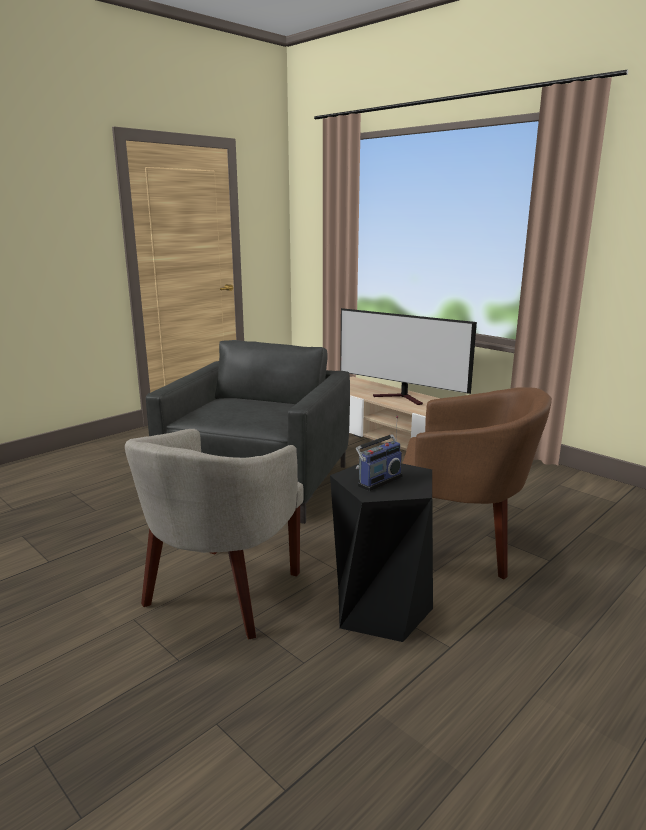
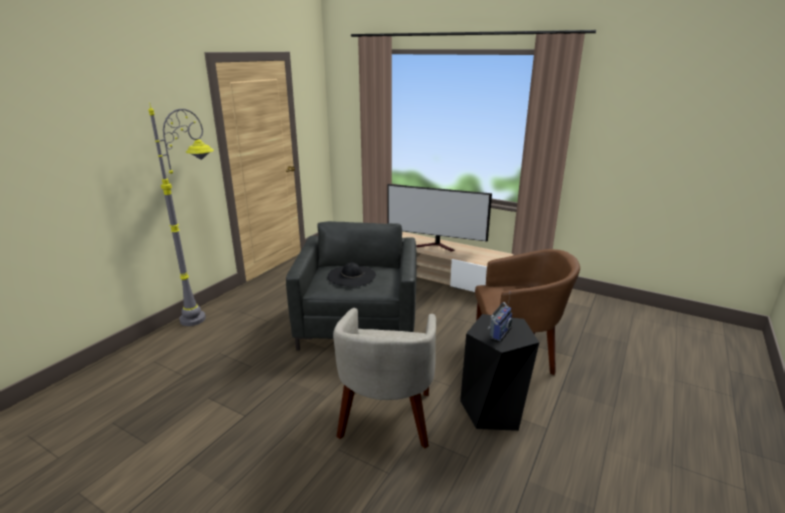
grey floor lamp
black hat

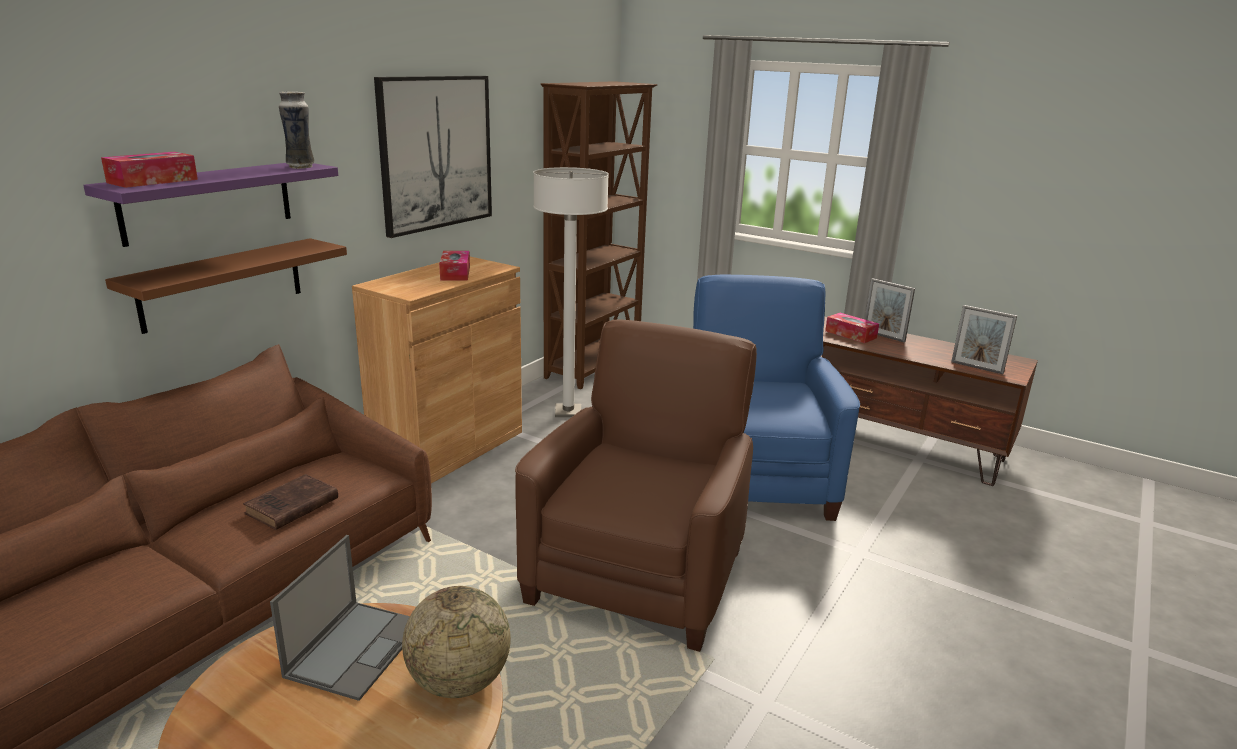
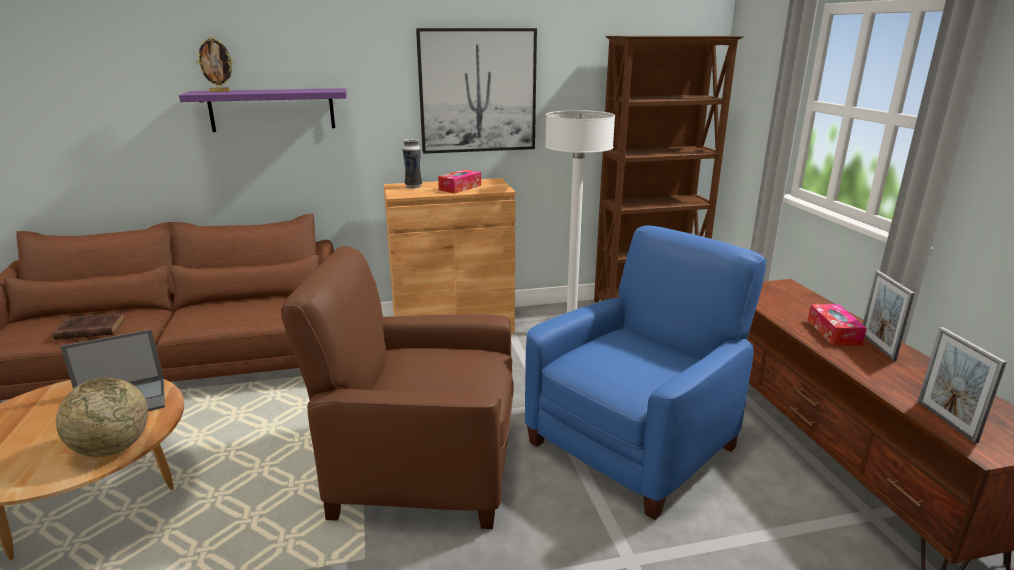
brown book
picture frame (no. 1 from left)
brown armchair
vase
brown shelf

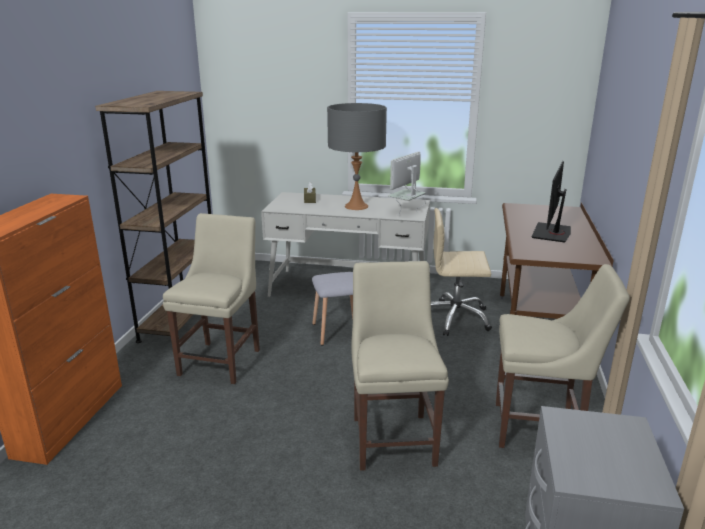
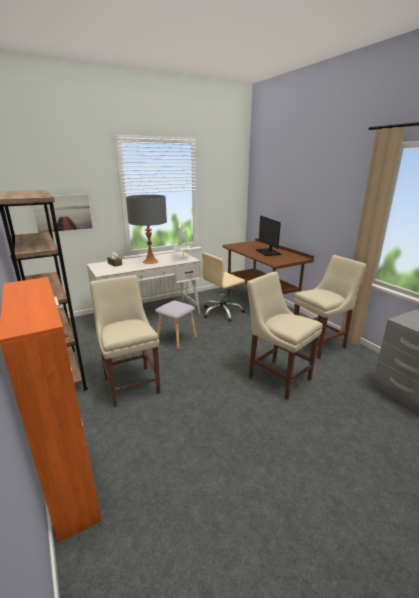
picture

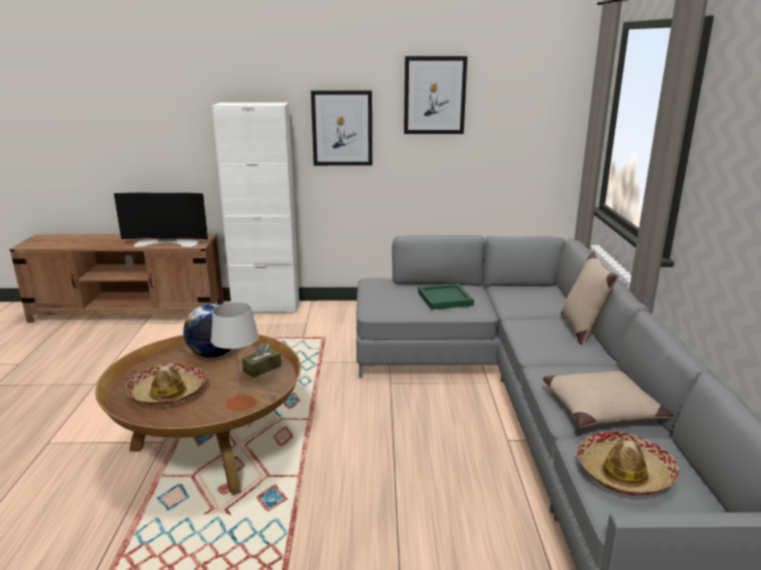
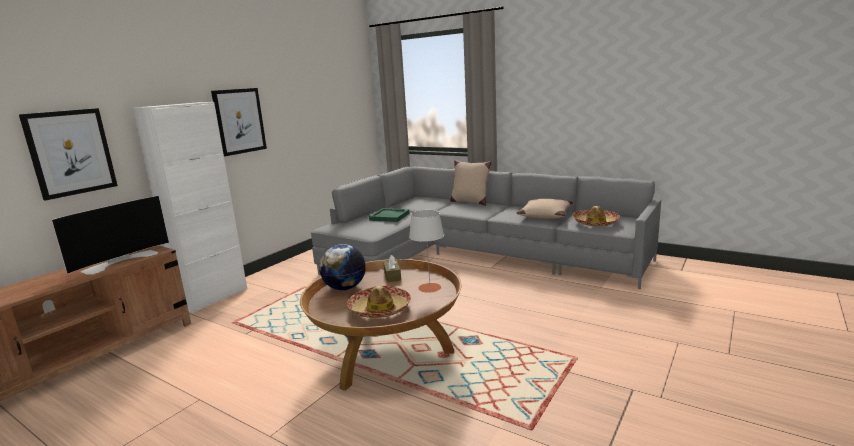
picture (no. 1 from left)

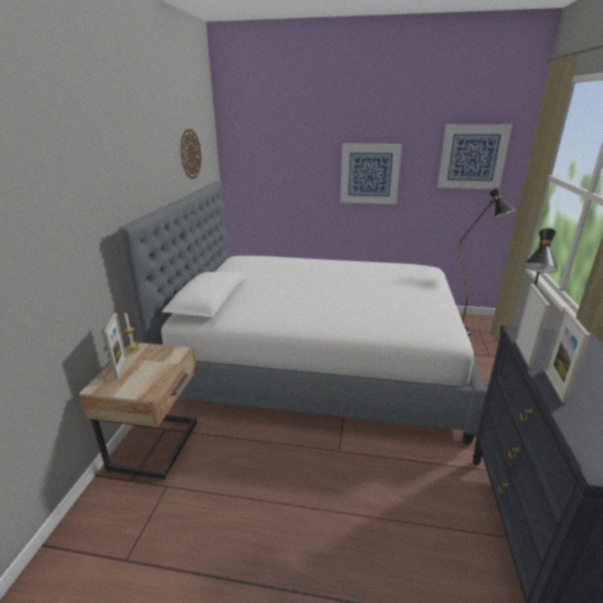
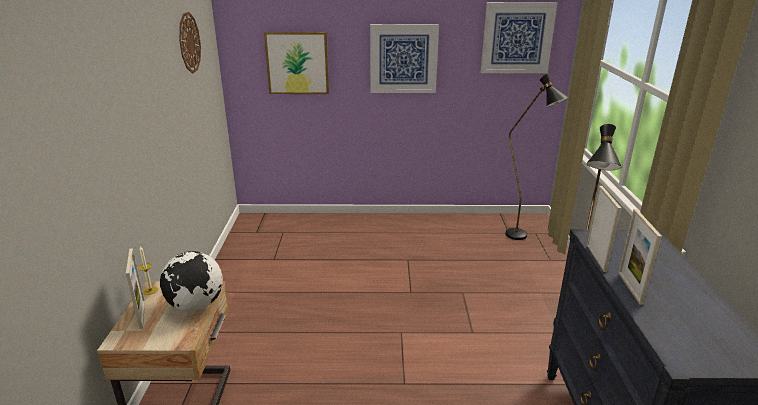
globe
picture (no. 1 from left)
bed

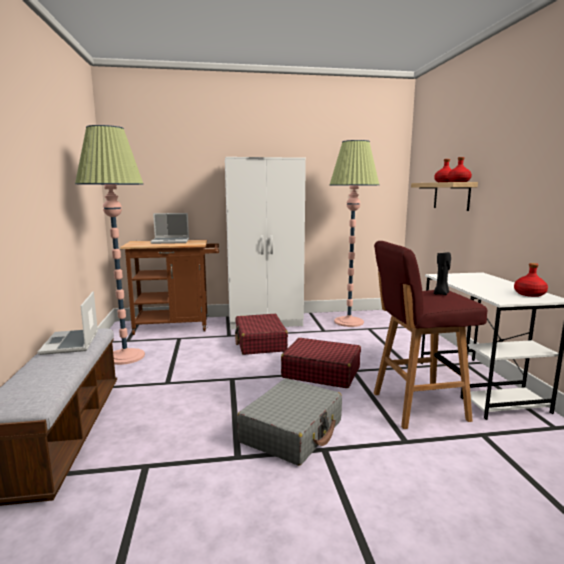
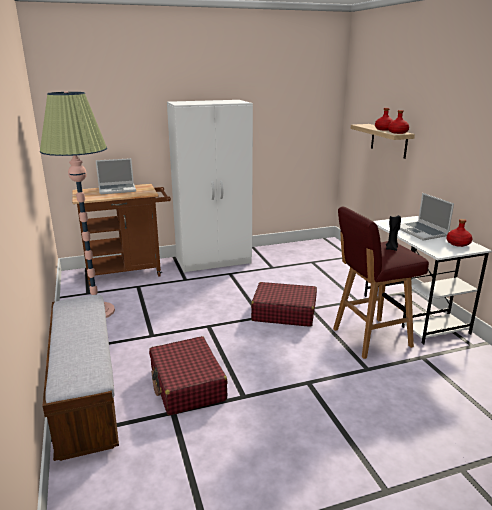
red suitcase (no. 1 from left)
laptop (no. 2 from left)
grey suitcase
floor lamp (no. 2 from left in the first image)

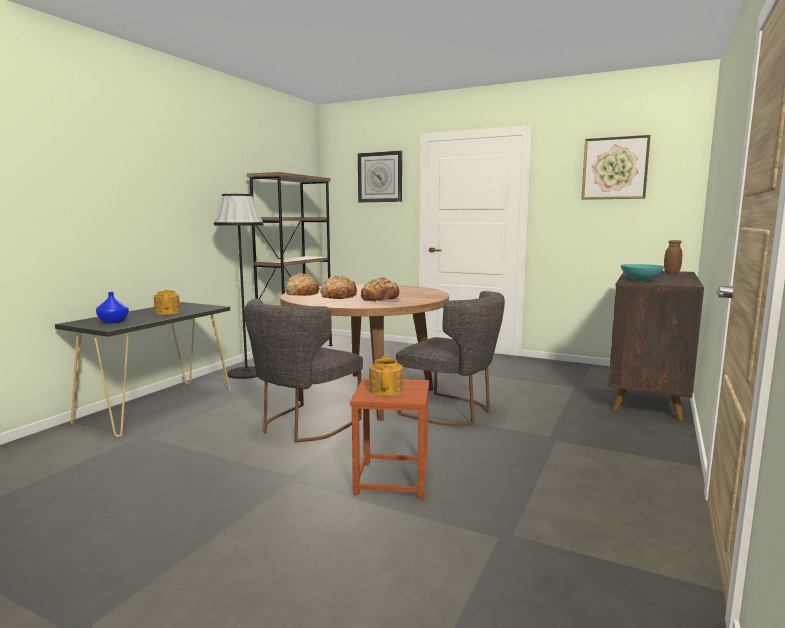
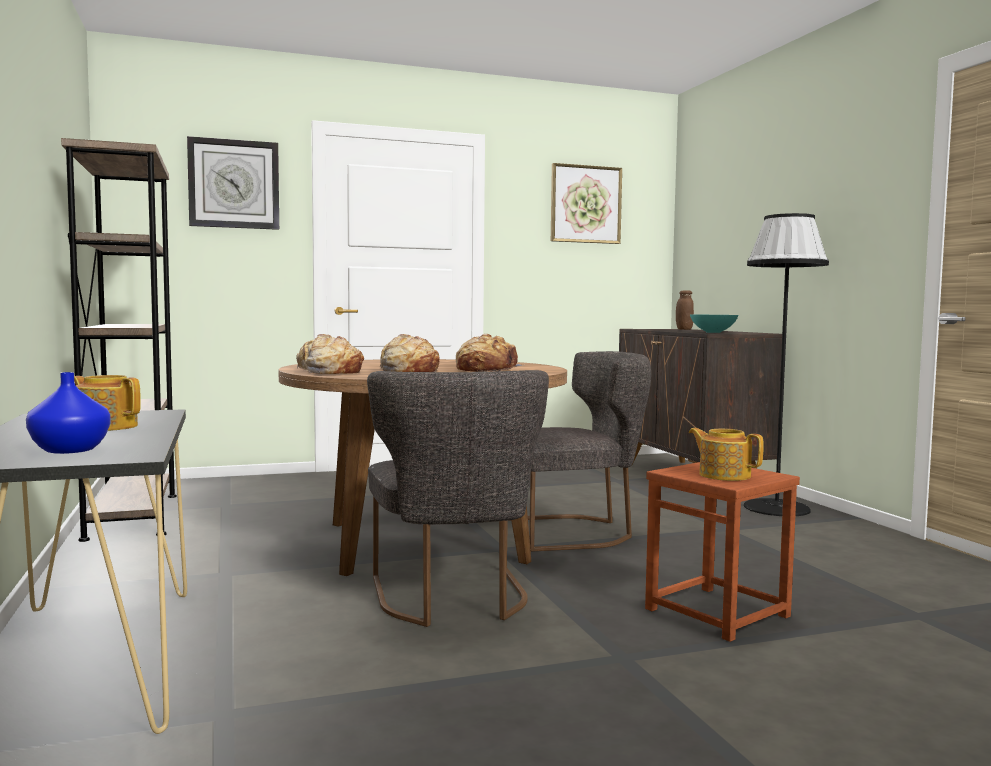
black floor lamp

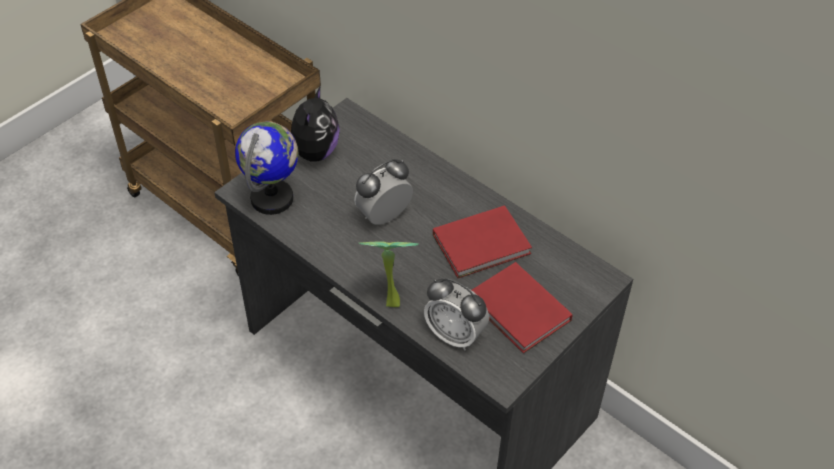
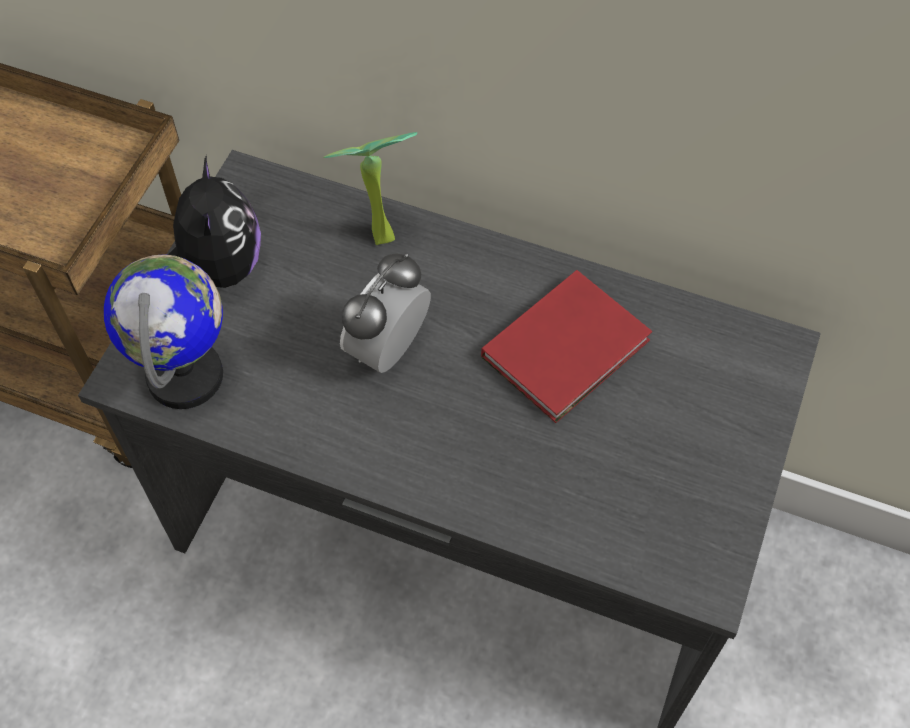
potted plant
alarm clock (no. 2 from left in the first image)
red book (no. 2 from left in the first image)

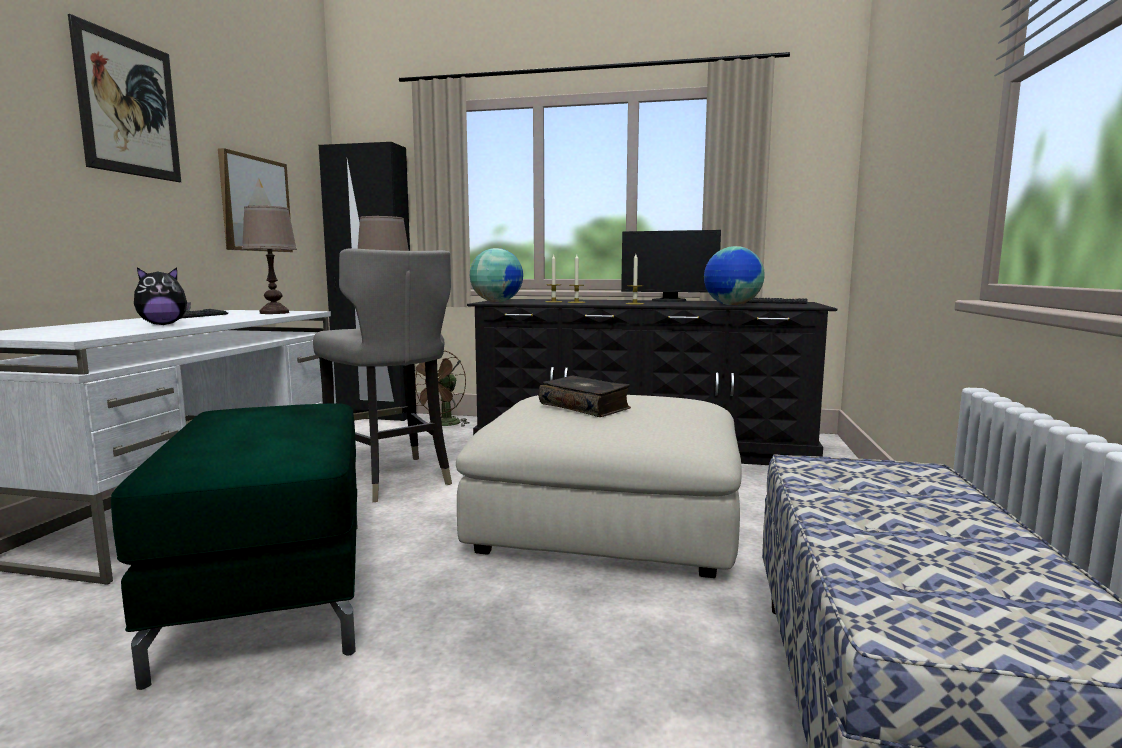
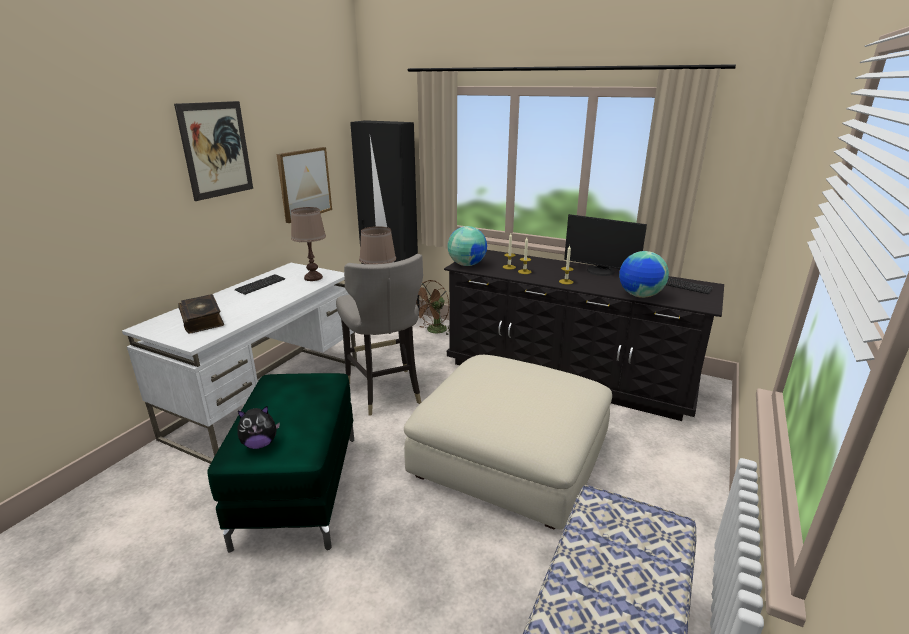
book
plush toy

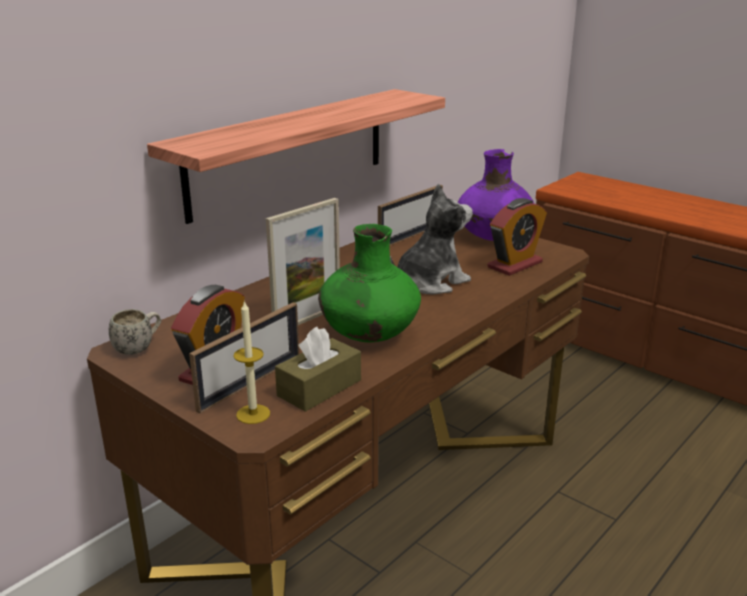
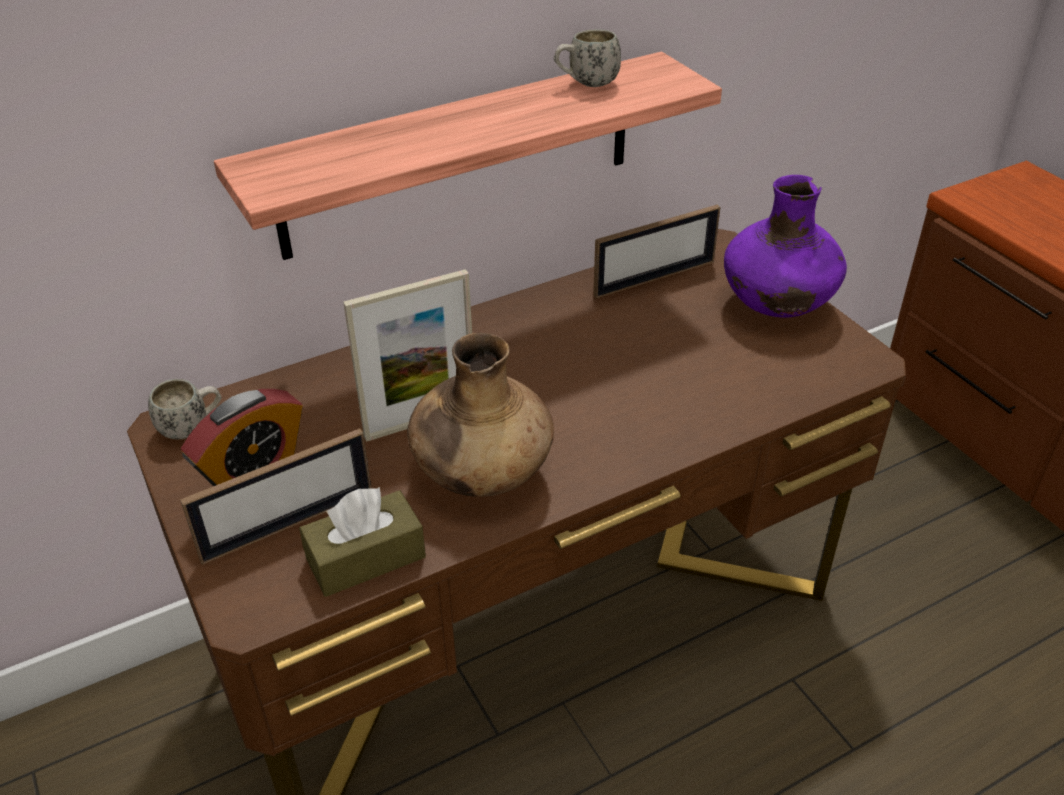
brown vase
white mug (no. 2 from left)
candle
plush toy
alarm clock (no. 2 from left in the first image)

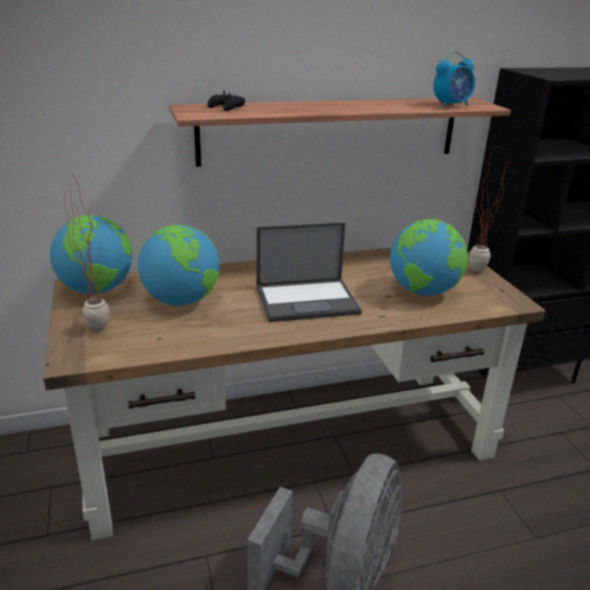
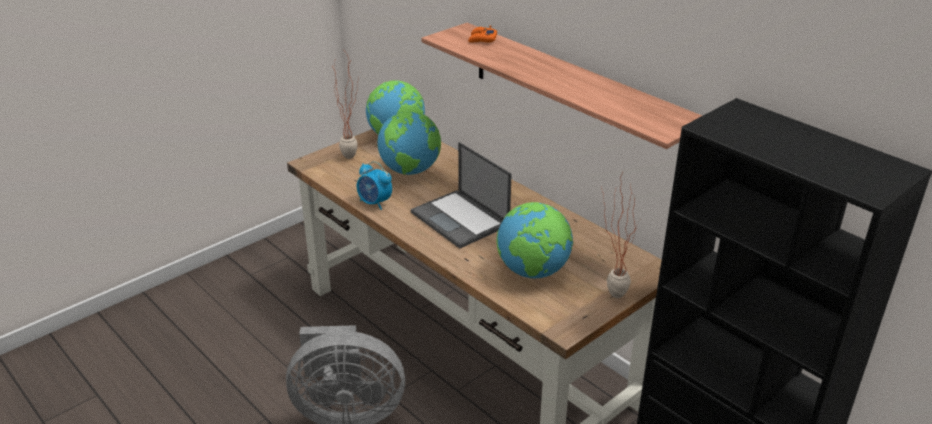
alarm clock
orange game controller

